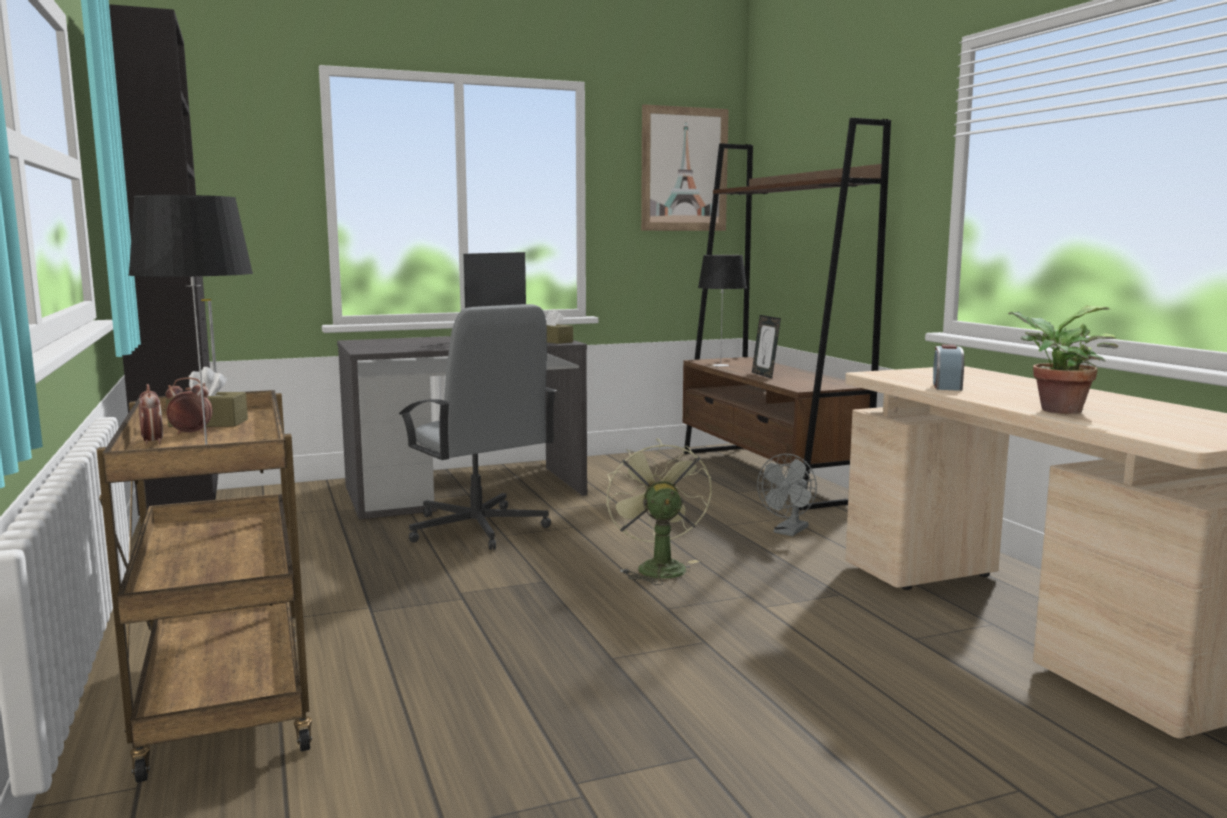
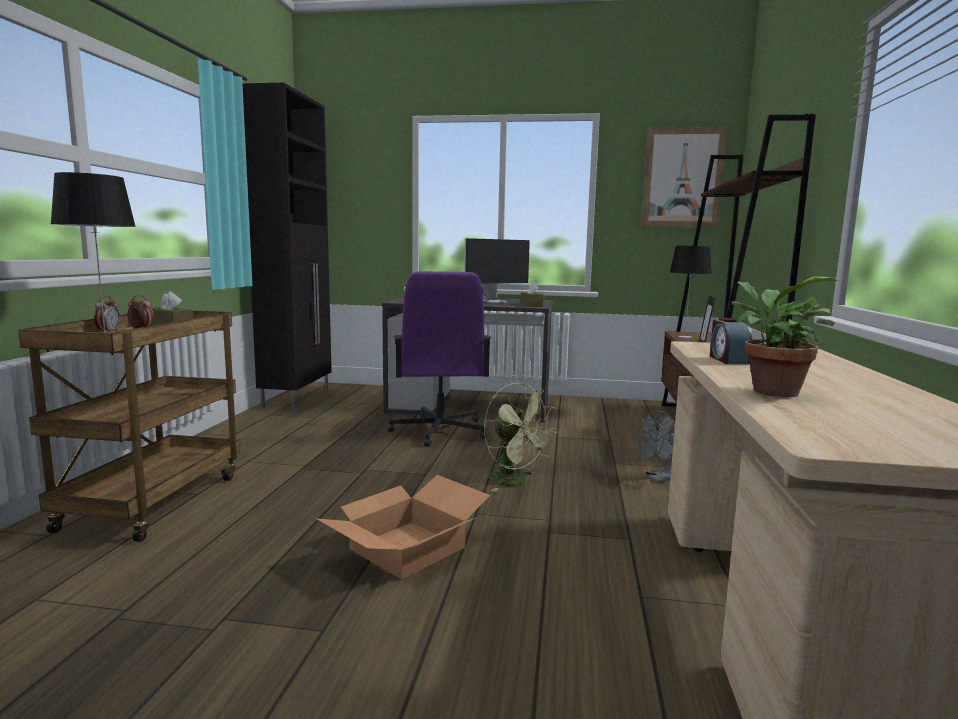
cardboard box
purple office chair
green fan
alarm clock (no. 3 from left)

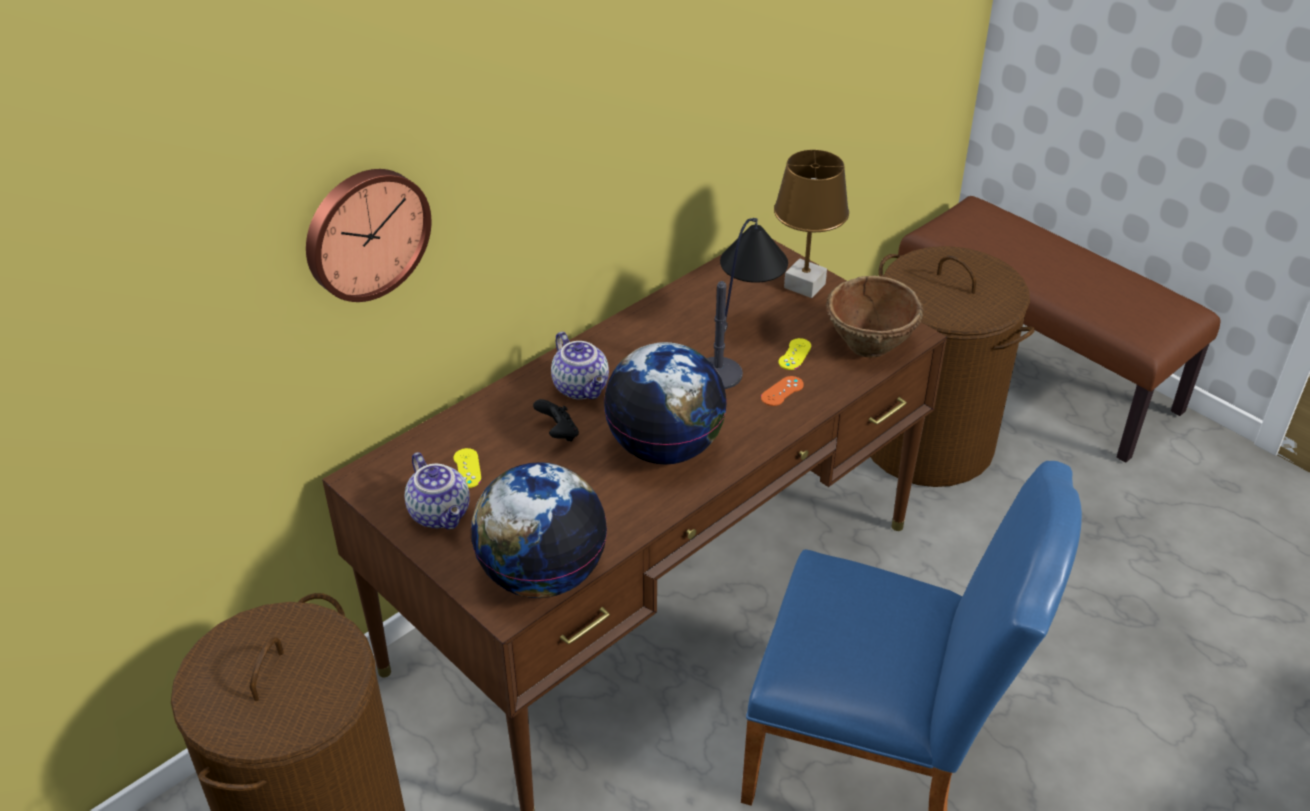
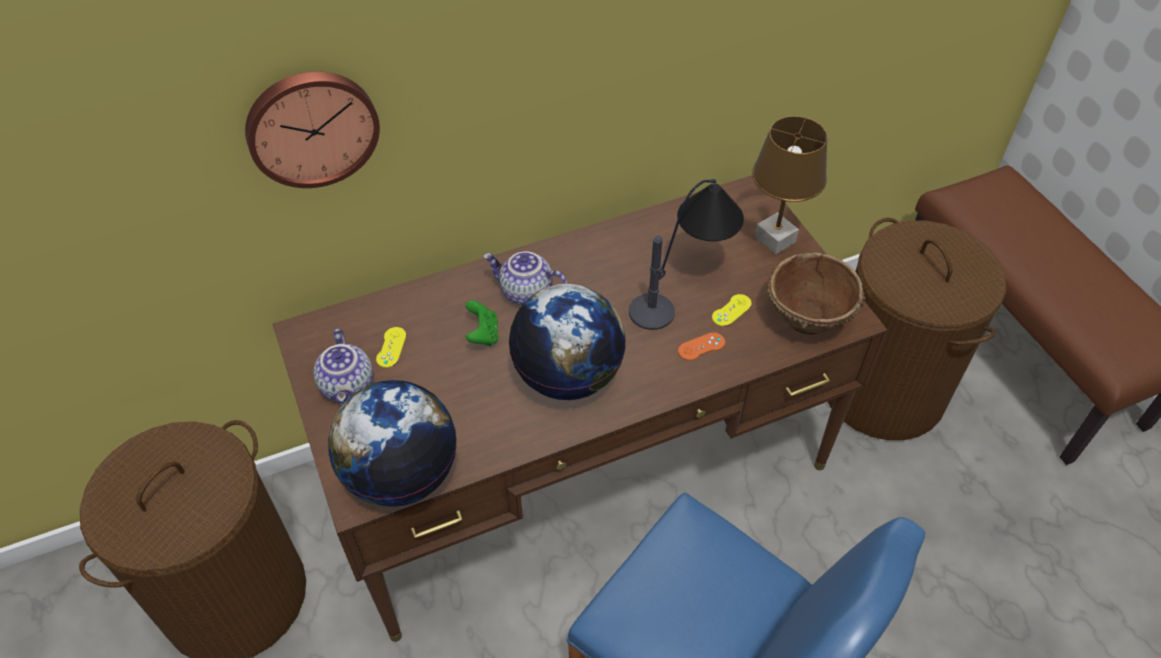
green game controller
teapot (no. 2 from left)

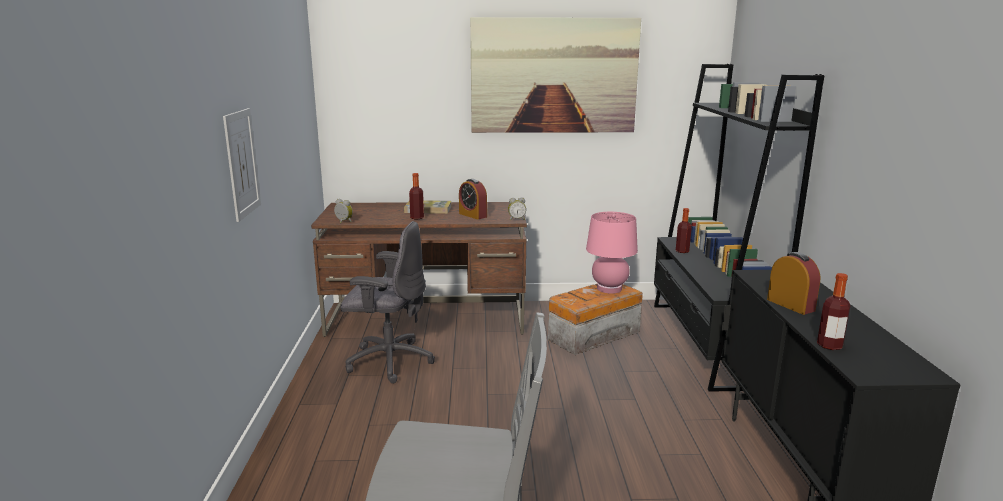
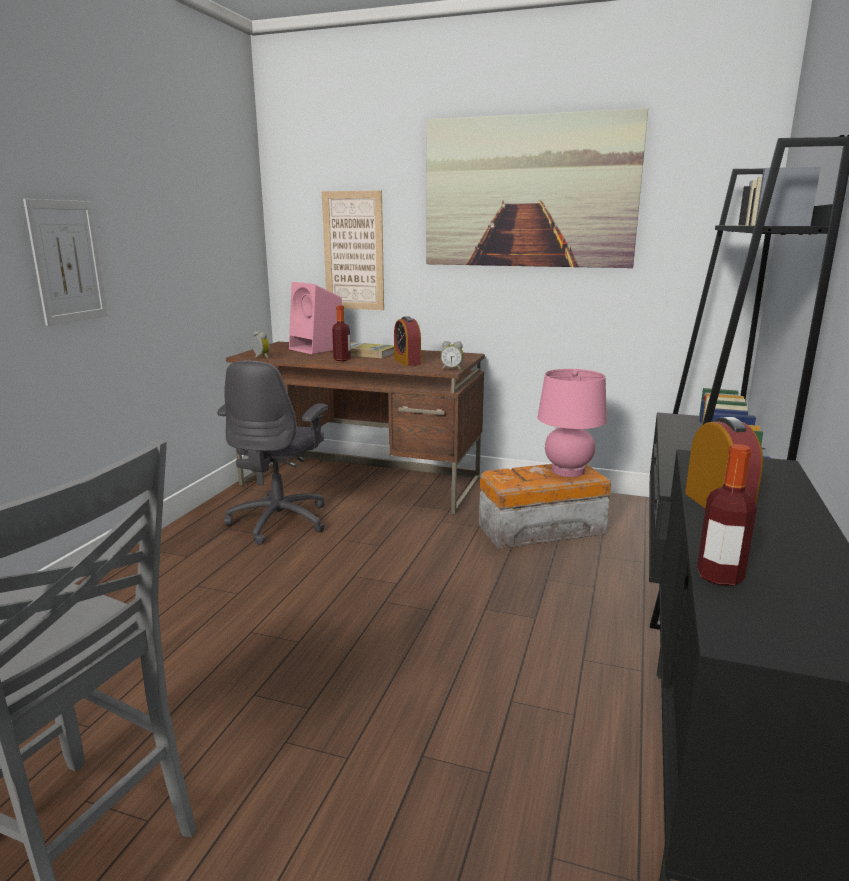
grey office chair
pink speaker
picture (no. 2 from left)
bottle (no. 2 from left in the first image)

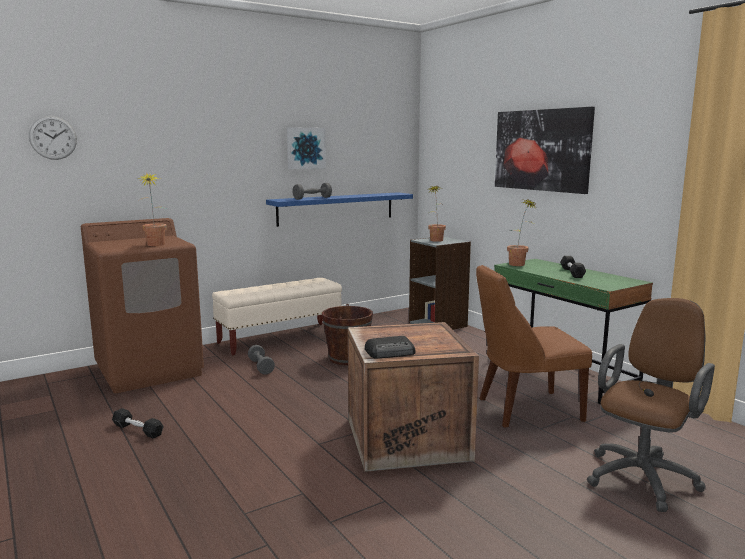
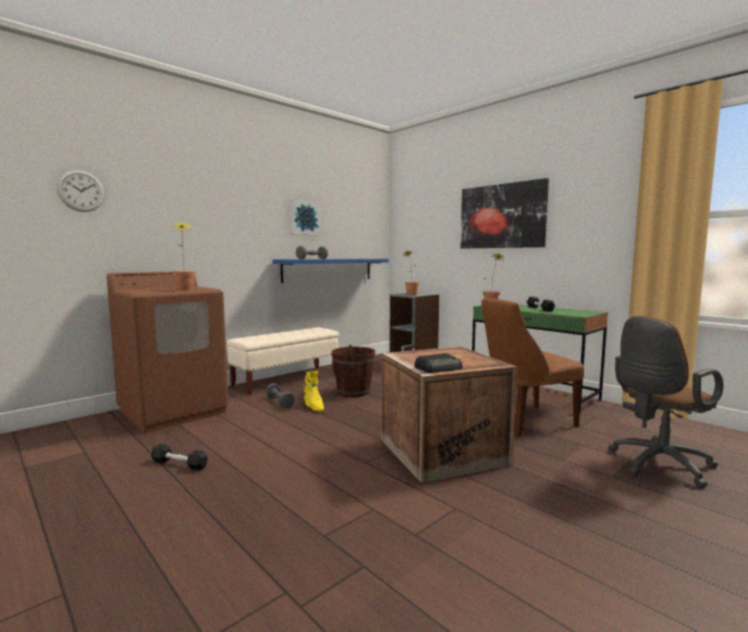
yellow boot
brown office chair

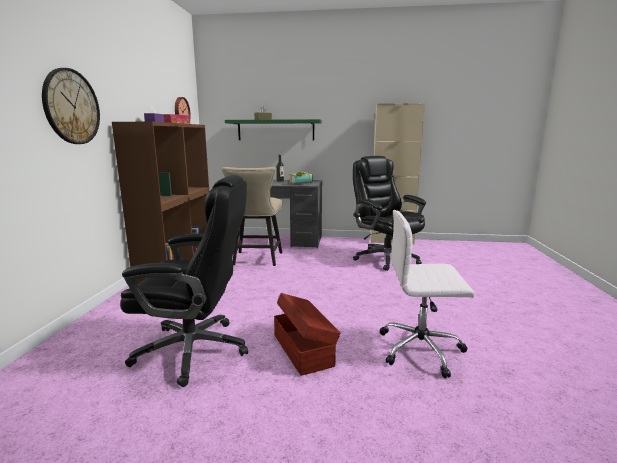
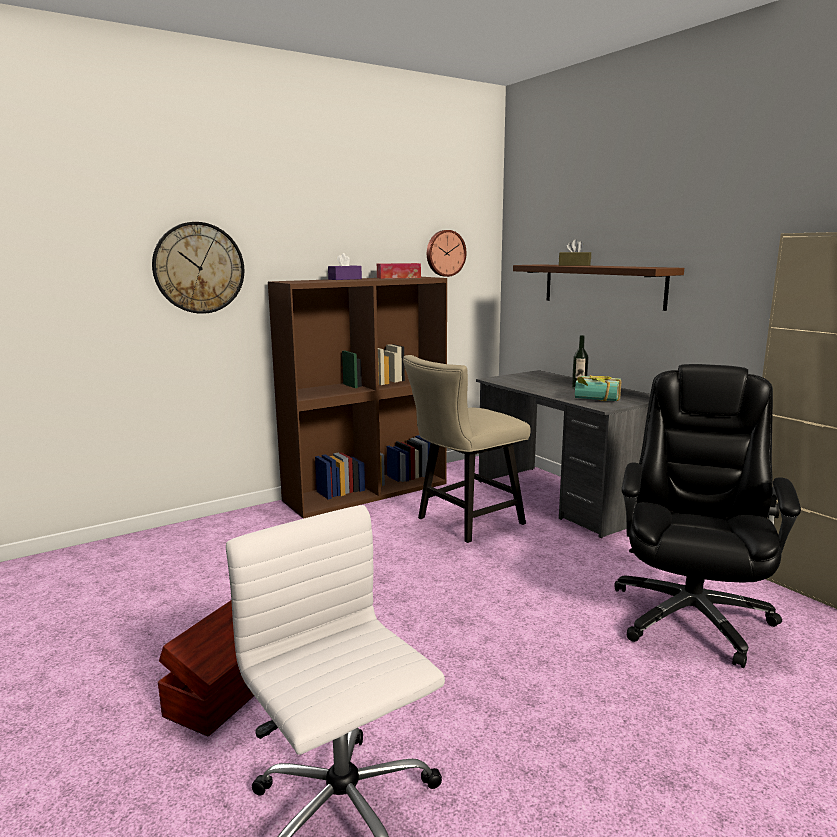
brown shelf
black office chair (no. 1 from left in the first image)

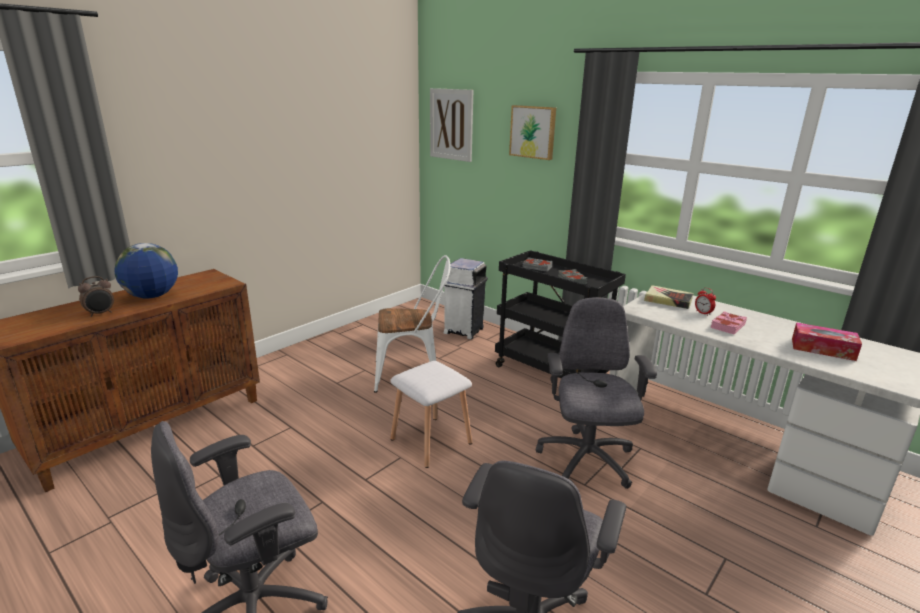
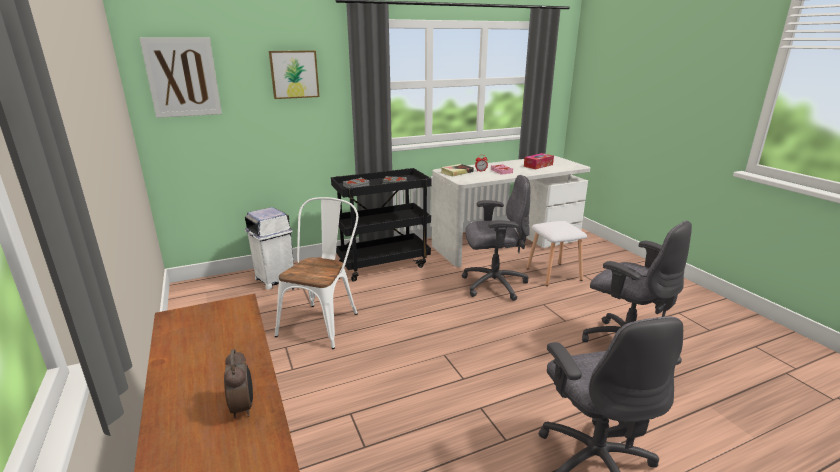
grey office chair (no. 1 from left)
white stool
globe

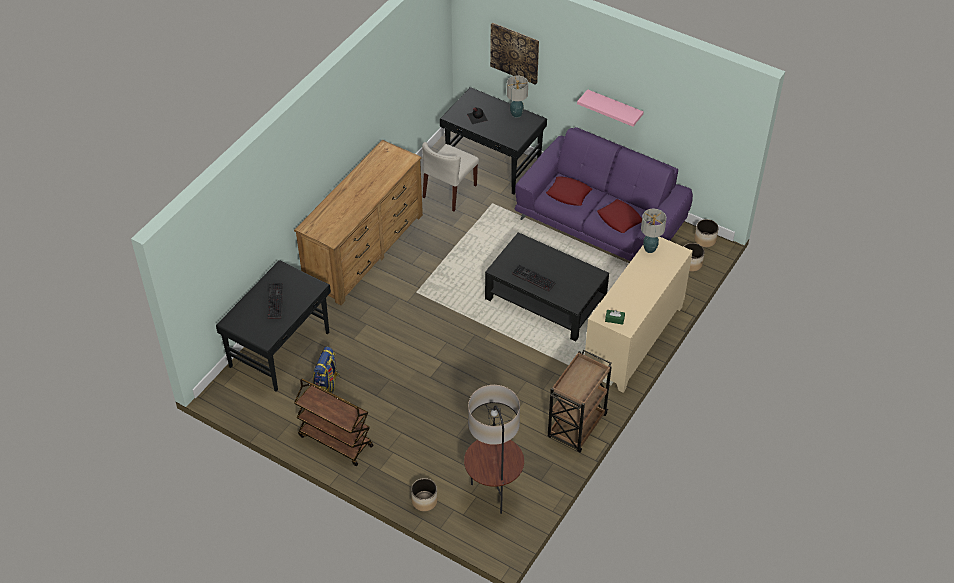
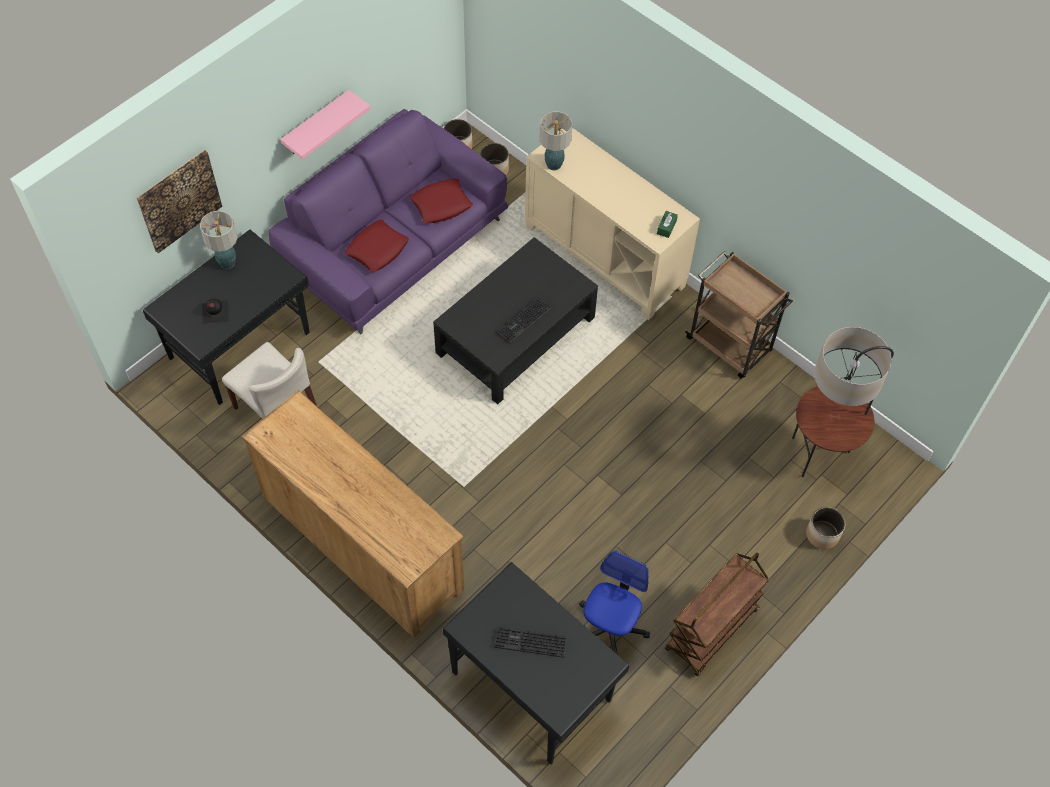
office chair

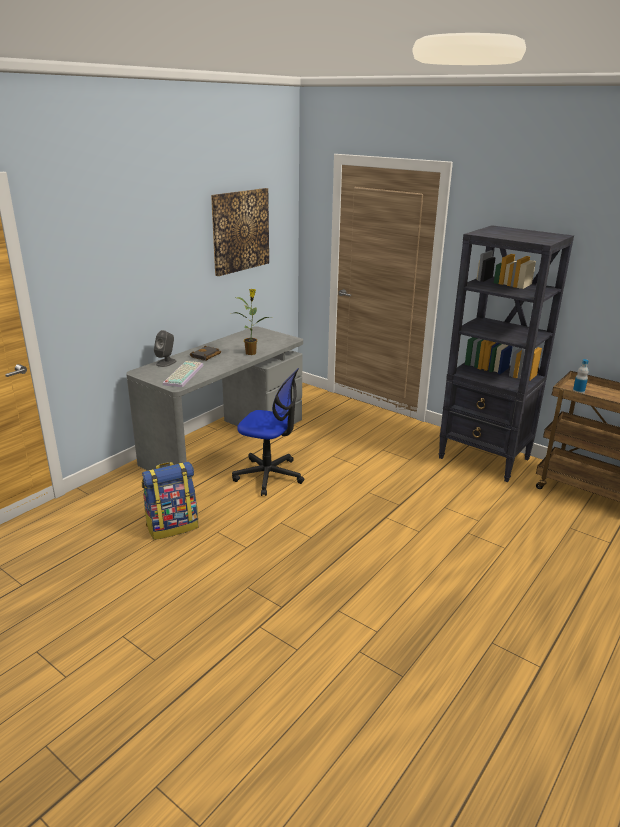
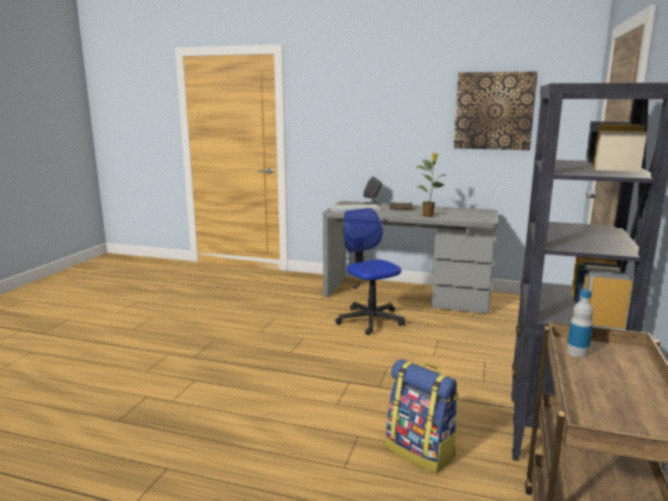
office chair
backpack

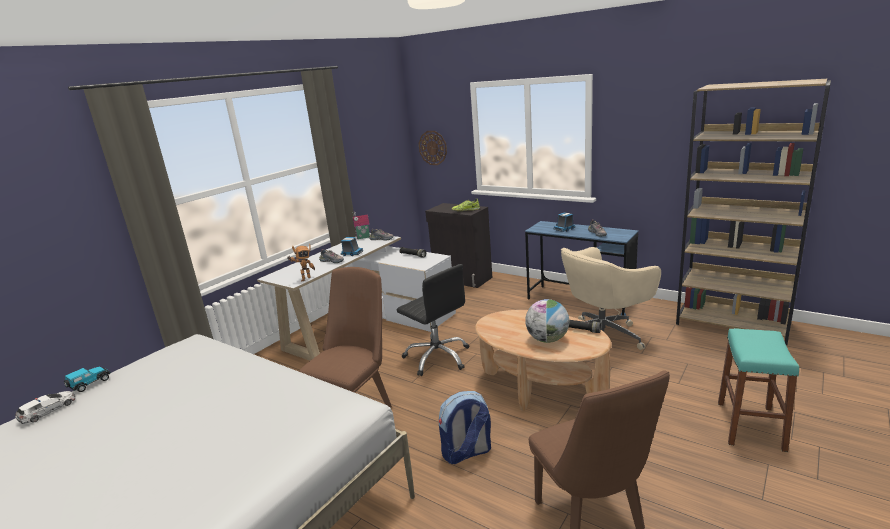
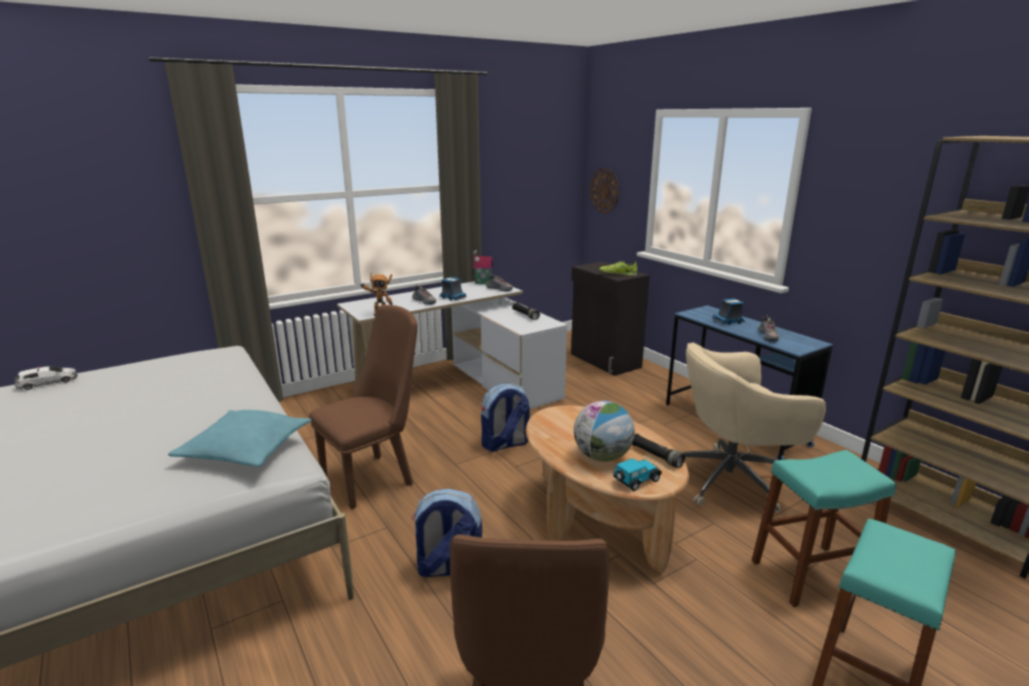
turquoise pillow
backpack (no. 2 from left)
toy car (no. 2 from left)
turquoise stool (no. 1 from left)

